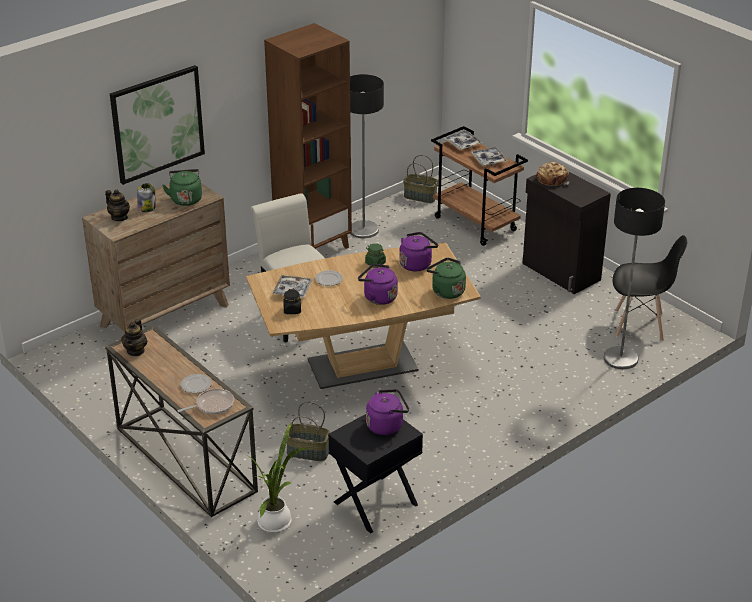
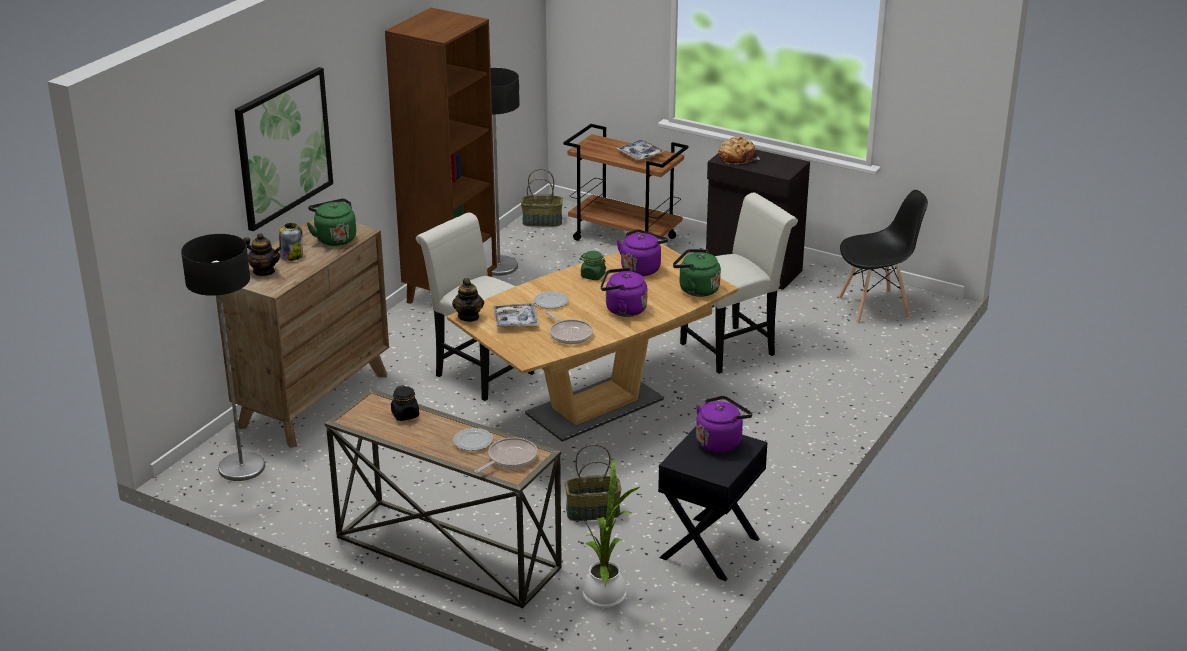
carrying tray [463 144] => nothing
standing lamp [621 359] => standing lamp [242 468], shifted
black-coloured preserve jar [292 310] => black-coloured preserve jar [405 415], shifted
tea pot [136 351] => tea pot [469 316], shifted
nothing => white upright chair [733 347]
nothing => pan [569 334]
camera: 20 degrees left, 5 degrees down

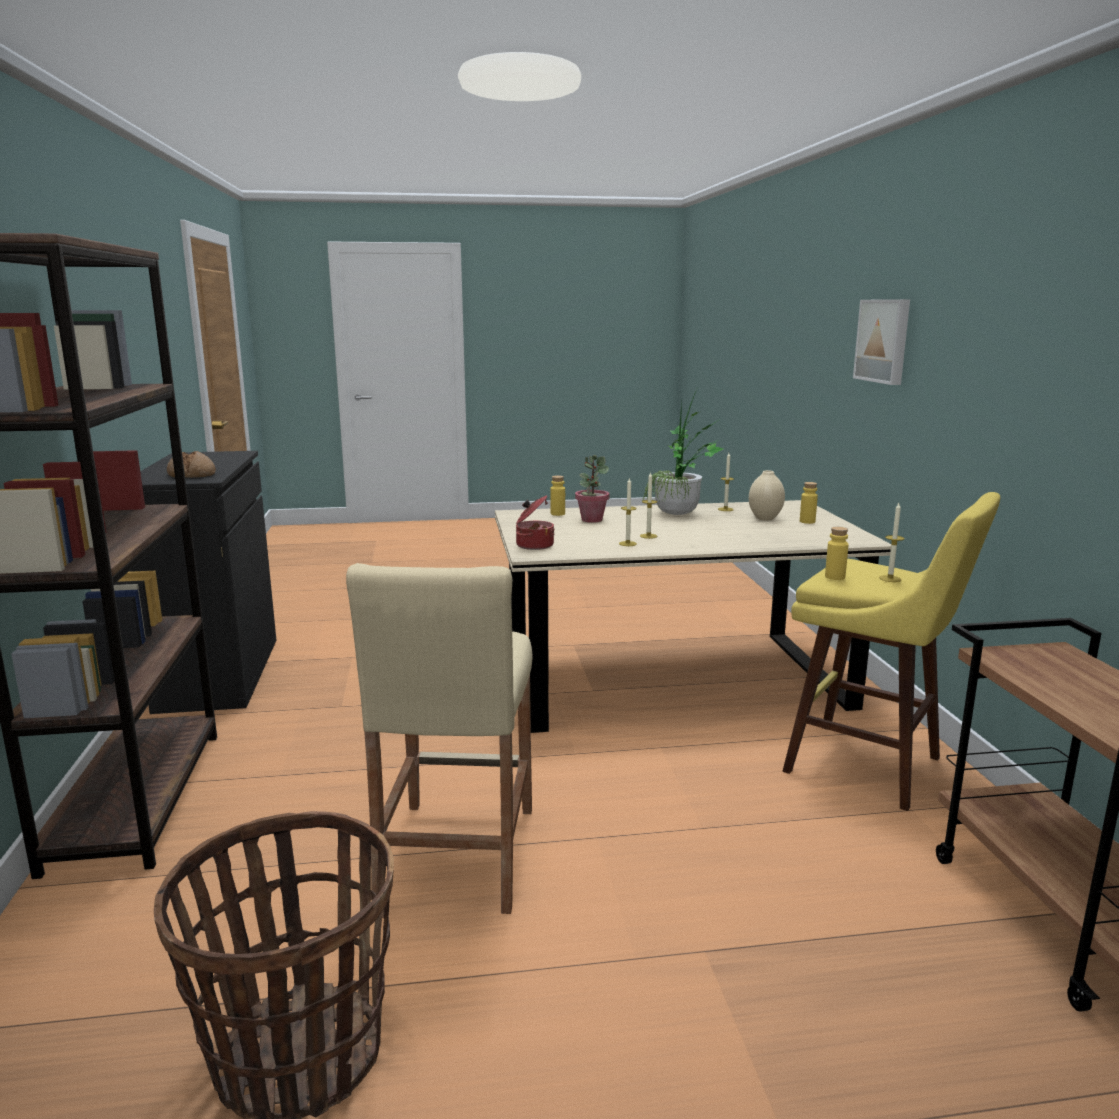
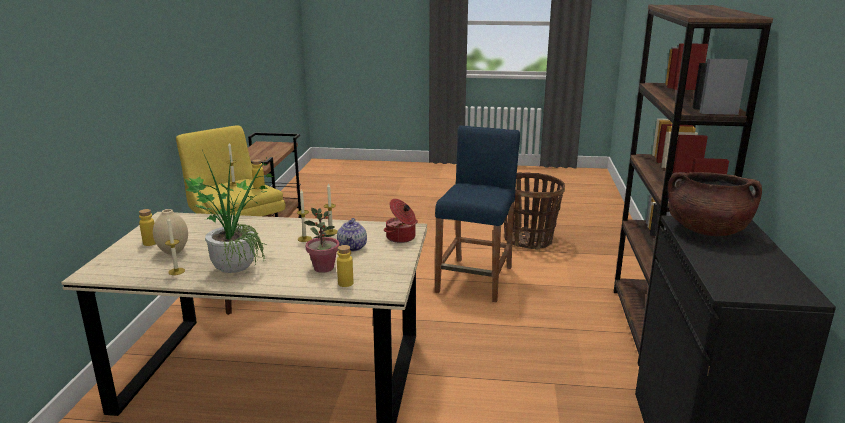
wall picture [884 341] => nothing
bread [192 475] => brown cooking pot [706 230]
sand-coloured stool [456 854] => blue-coloured stool [475 279]
nothing => tea pot [352 247]
camera: 165 degrees left, 5 degrees up

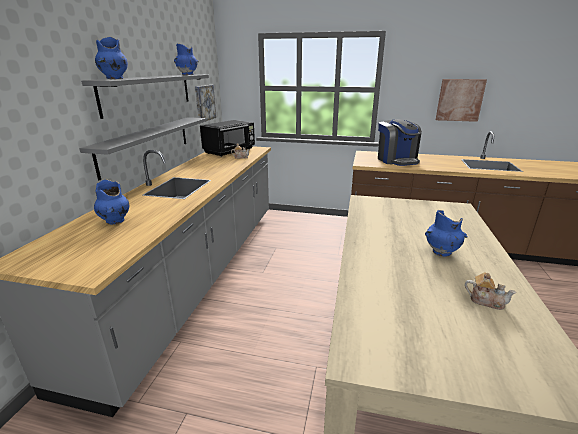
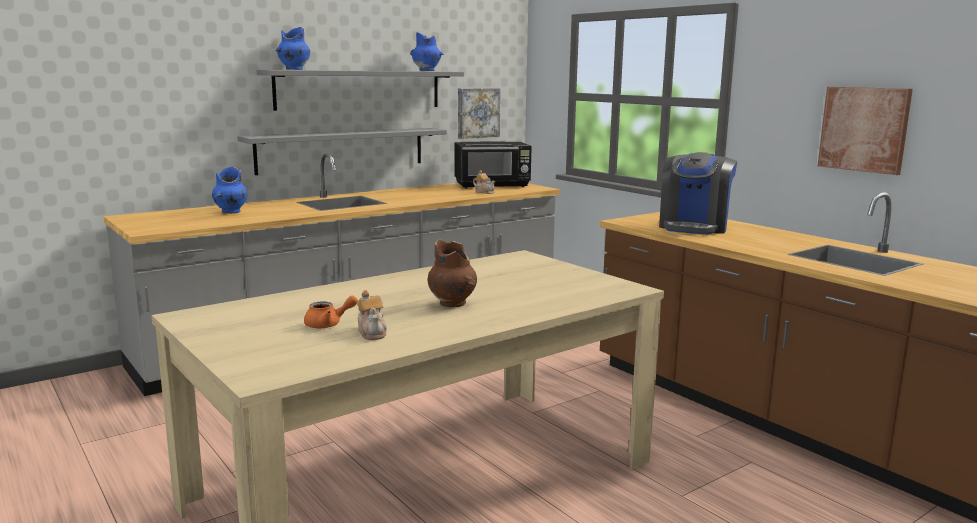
blue-coloured flower vase [442 252] => brown flower vase [453 304]
nothing => orangey tea pot [328 324]
camera: 40 degrees right, 10 degrees down

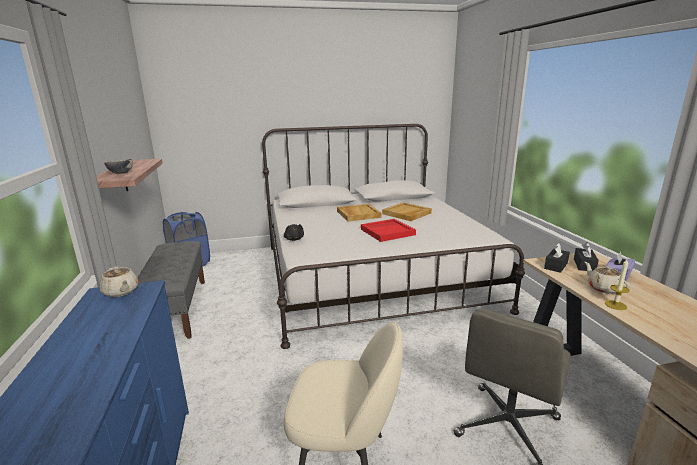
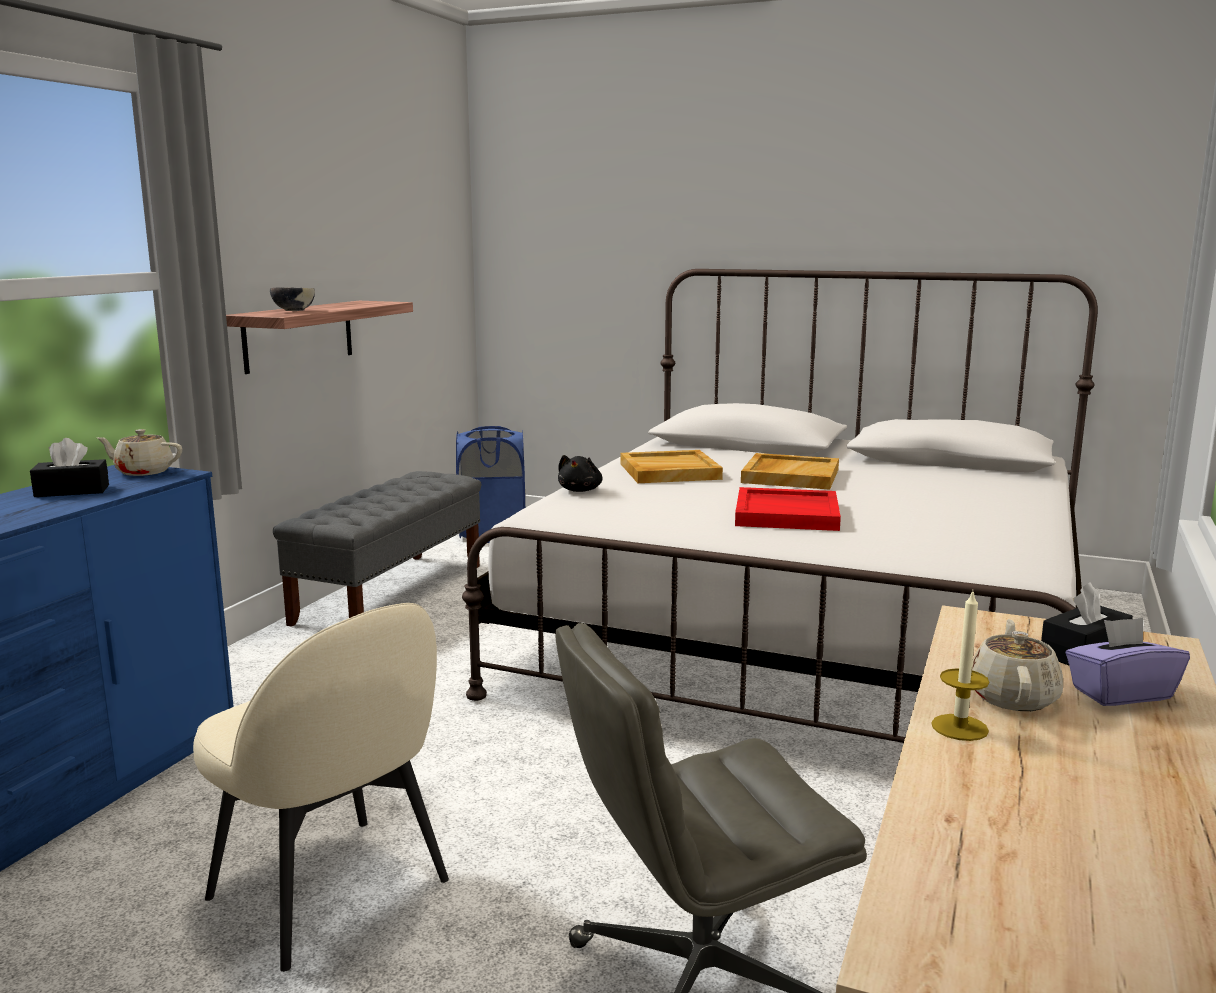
sand-coloured carrying tray [406 213] => sand-coloured carrying tray [669 471], shifted
black-coloured tissue box [556 266] => black-coloured tissue box [72 491], shifted
sand-coloured tea pot [121 292] => sand-coloured tea pot [143 472], 105 degrees clockwise
camera: 35 degrees right, 5 degrees down

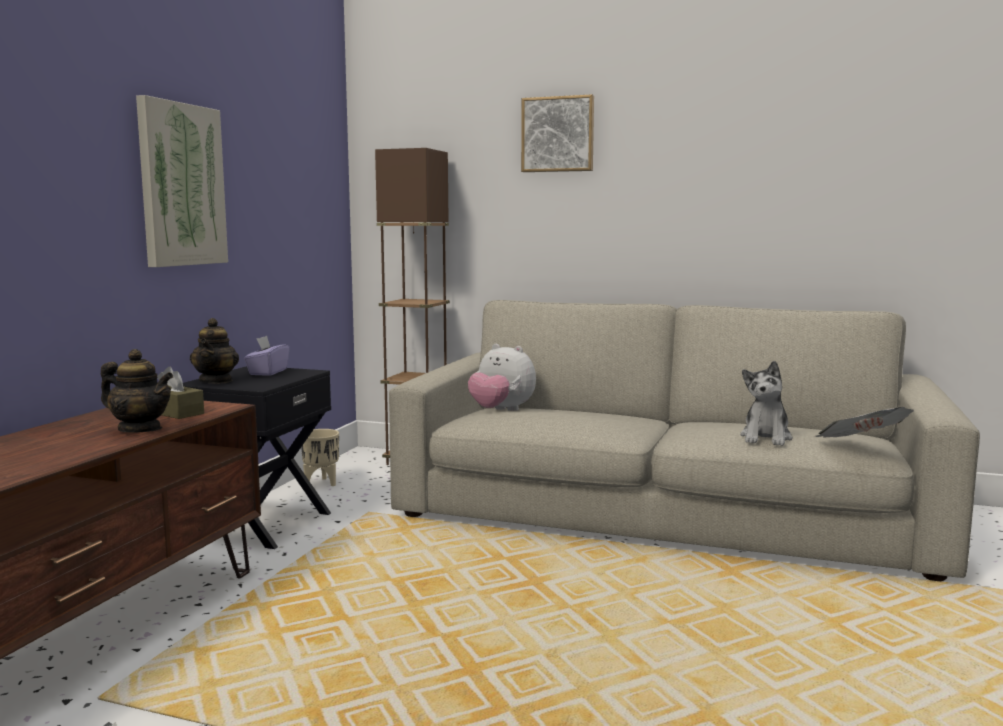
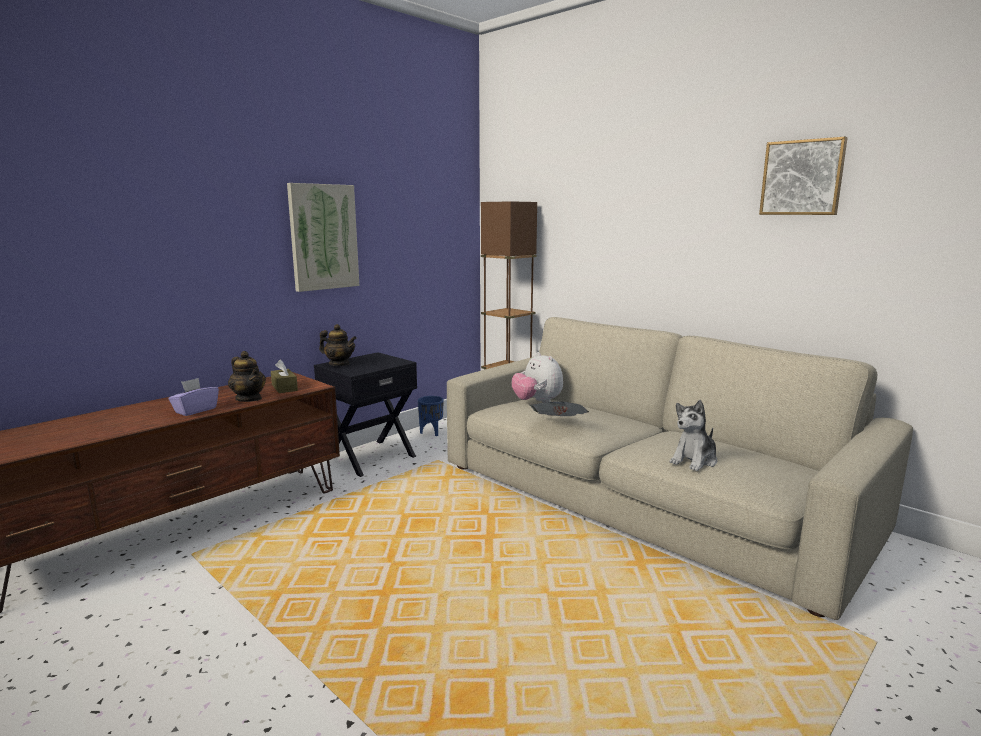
wall picture [558 134] => wall picture [802 178], shifted
tea pot [216 381] => tea pot [339 364], 90 degrees counterclockwise
purple tissue box [267 372] => purple tissue box [195 410], shifted
printed paper [860 447] => printed paper [559 425], shifted
sand-coloured planter [322 483] => blue-coloured planter [431 432]
camera: 25 degrees right, 5 degrees up

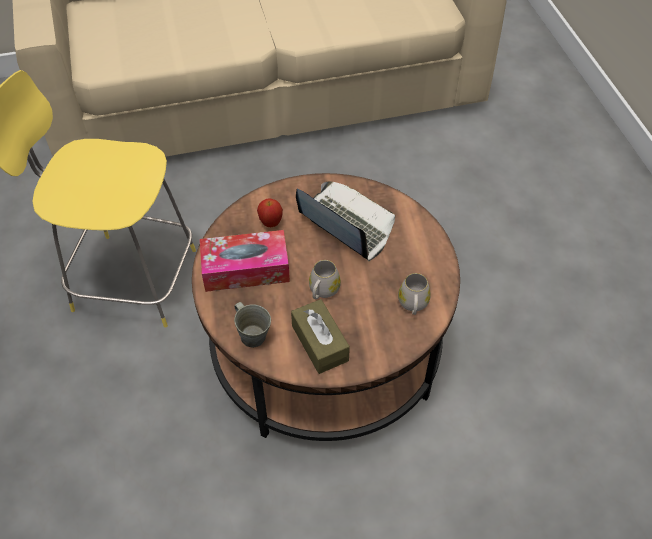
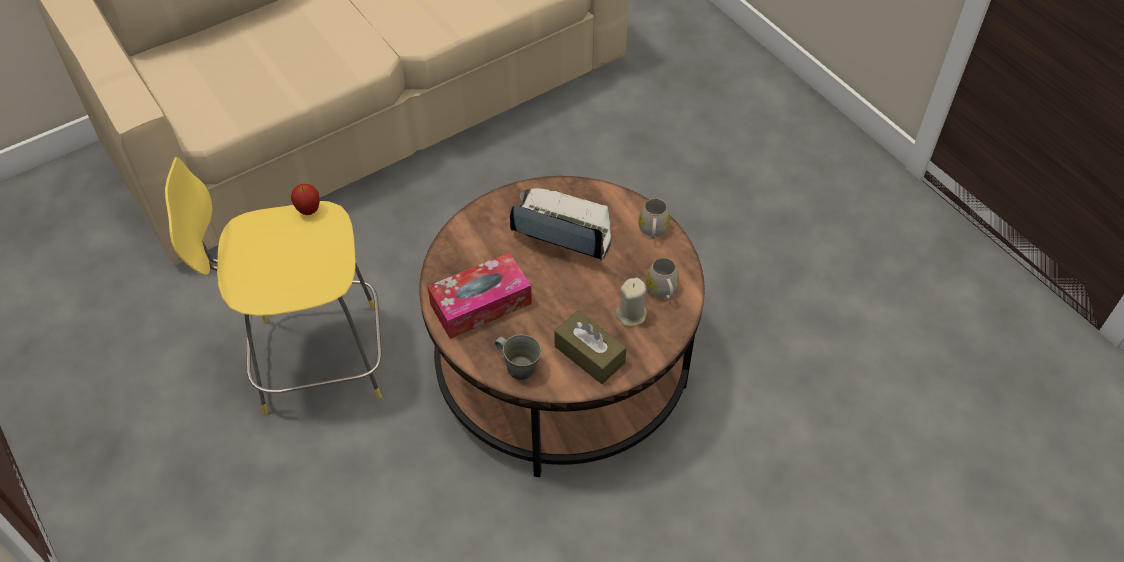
apple fruit [270 223] => apple fruit [308 210], shifted
white mug [322 291] => white mug [653 231], shifted
nothing => sand-coloured wax light [631 314]
camera: 20 degrees left, 0 degrees up

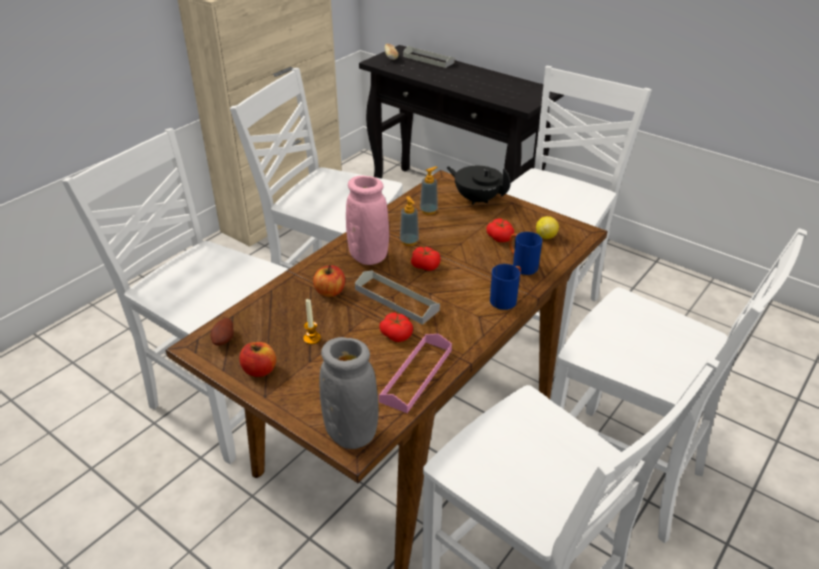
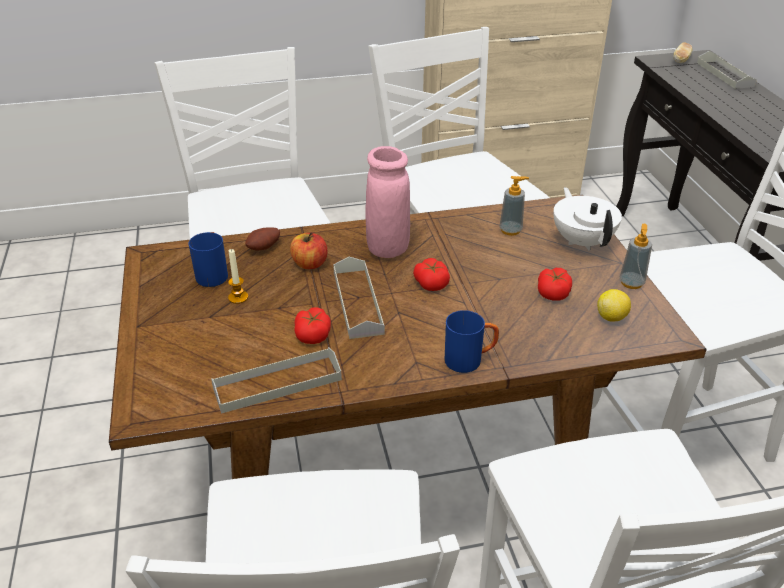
black-coloured tea pot [477 199] => white tea pot [582 241]
liquid soap bottle [409 241] => liquid soap bottle [631 283], shifted
blue-coloured mug [521 265] => blue-coloured mug [213 274], shifted
potato [224 340] => potato [264 248], shifted
pinkish carrying tray [416 375] => gray carrying tray [277 383]
gray flower vase [351 433] => nothing
apple fruit [259 370] => nothing
camera: 40 degrees right, 0 degrees up

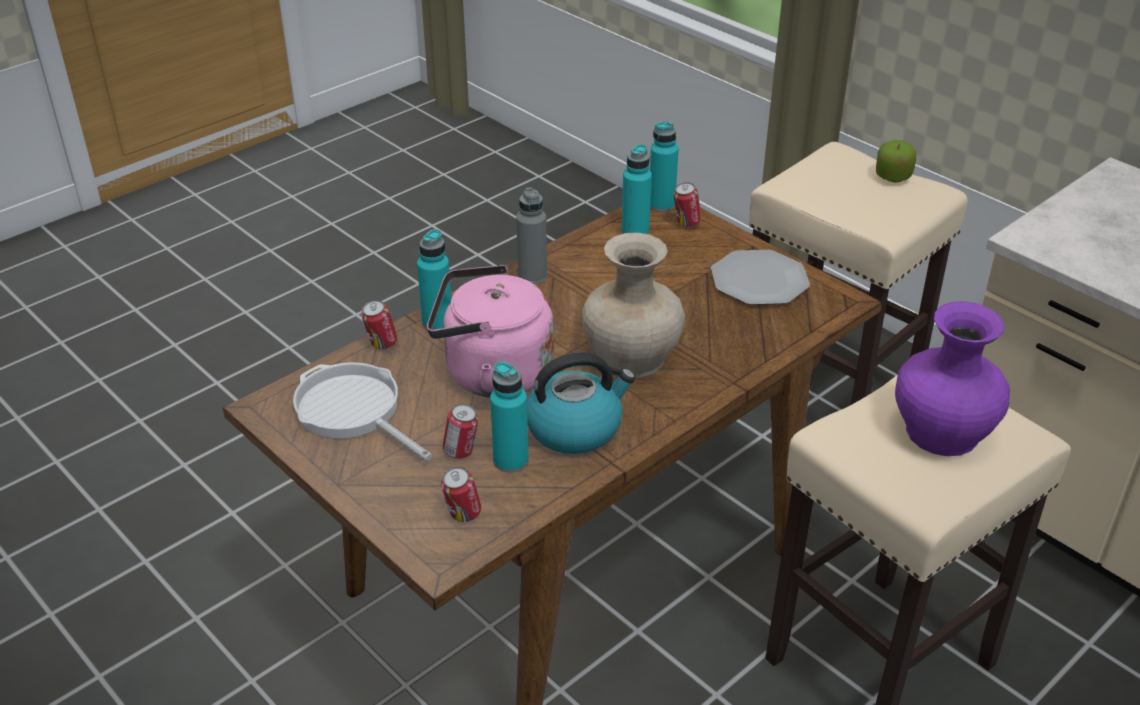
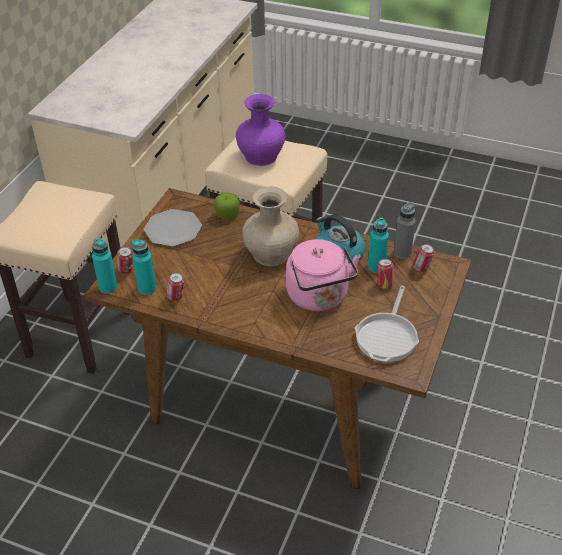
apple fruit [893 176] => apple fruit [227 215], shifted
gray beverage bottle [532 276] => gray beverage bottle [402 253], shifted
blue-green beverage bottle [437 323] => nothing
sealed can [381 345] => sealed can [176 297], shifted
camera: 115 degrees left, 5 degrees up

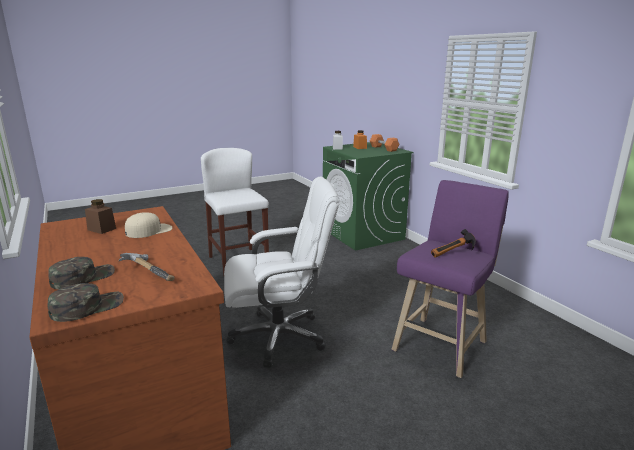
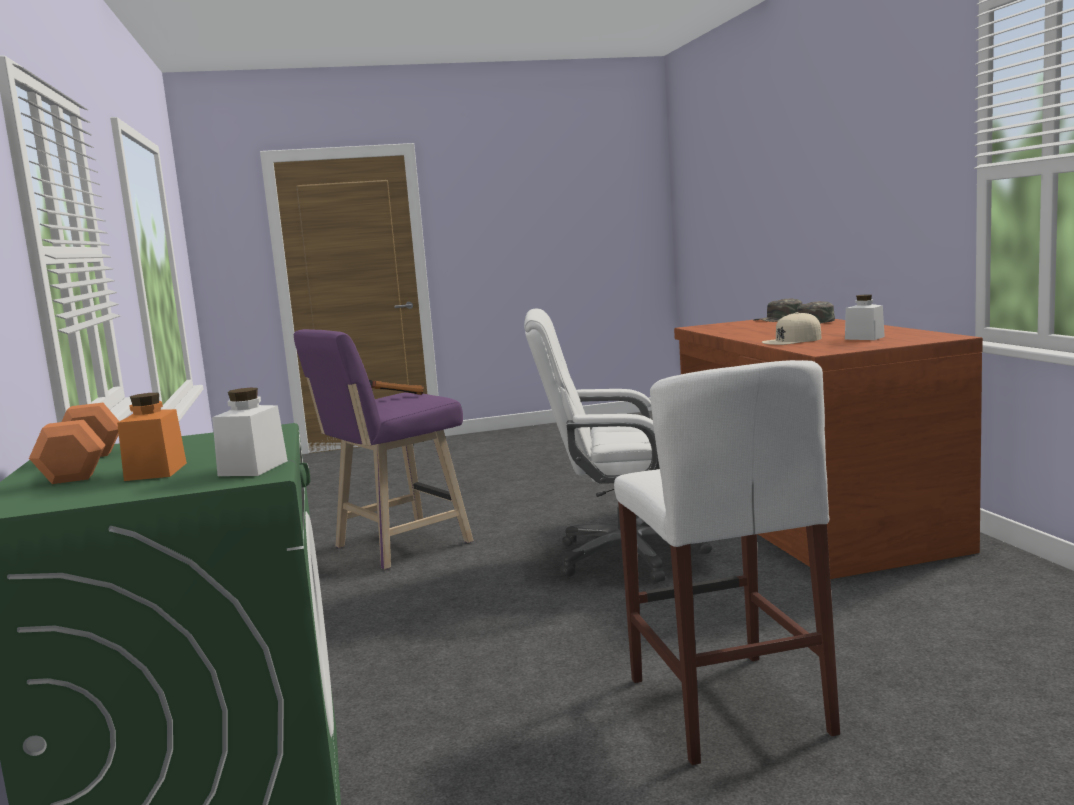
brown preserve jar [102 229] => white preserve jar [864 338]
hand hammer [151 272] => nothing
camera: 165 degrees left, 10 degrees down

